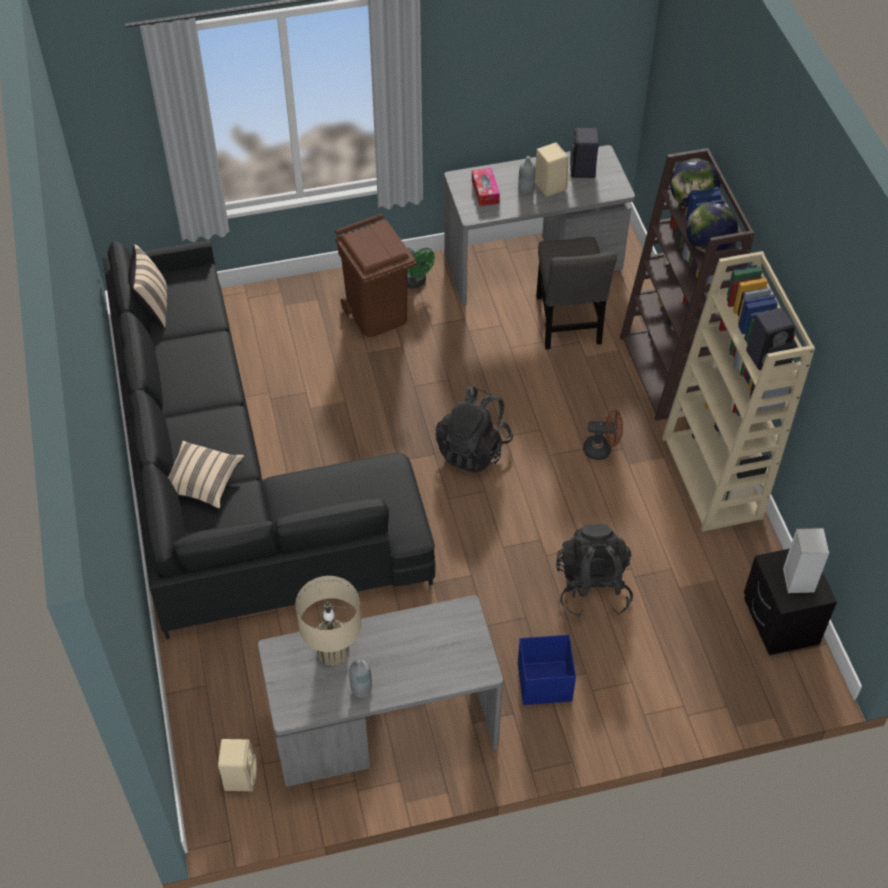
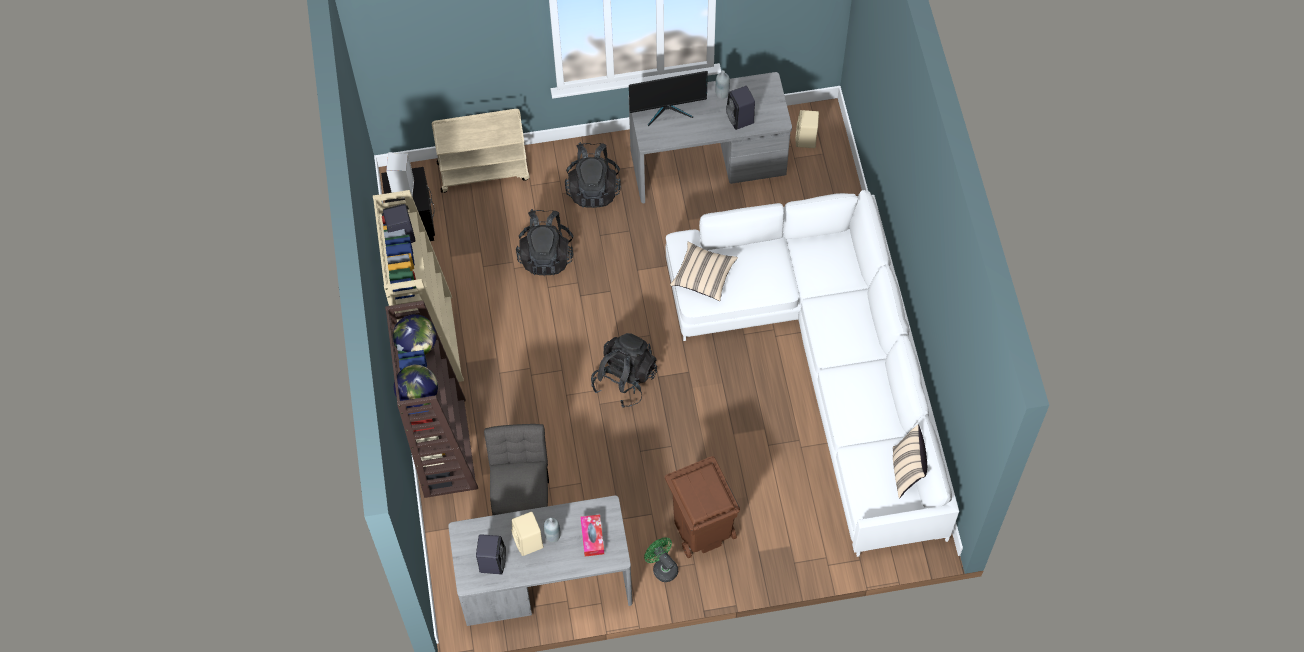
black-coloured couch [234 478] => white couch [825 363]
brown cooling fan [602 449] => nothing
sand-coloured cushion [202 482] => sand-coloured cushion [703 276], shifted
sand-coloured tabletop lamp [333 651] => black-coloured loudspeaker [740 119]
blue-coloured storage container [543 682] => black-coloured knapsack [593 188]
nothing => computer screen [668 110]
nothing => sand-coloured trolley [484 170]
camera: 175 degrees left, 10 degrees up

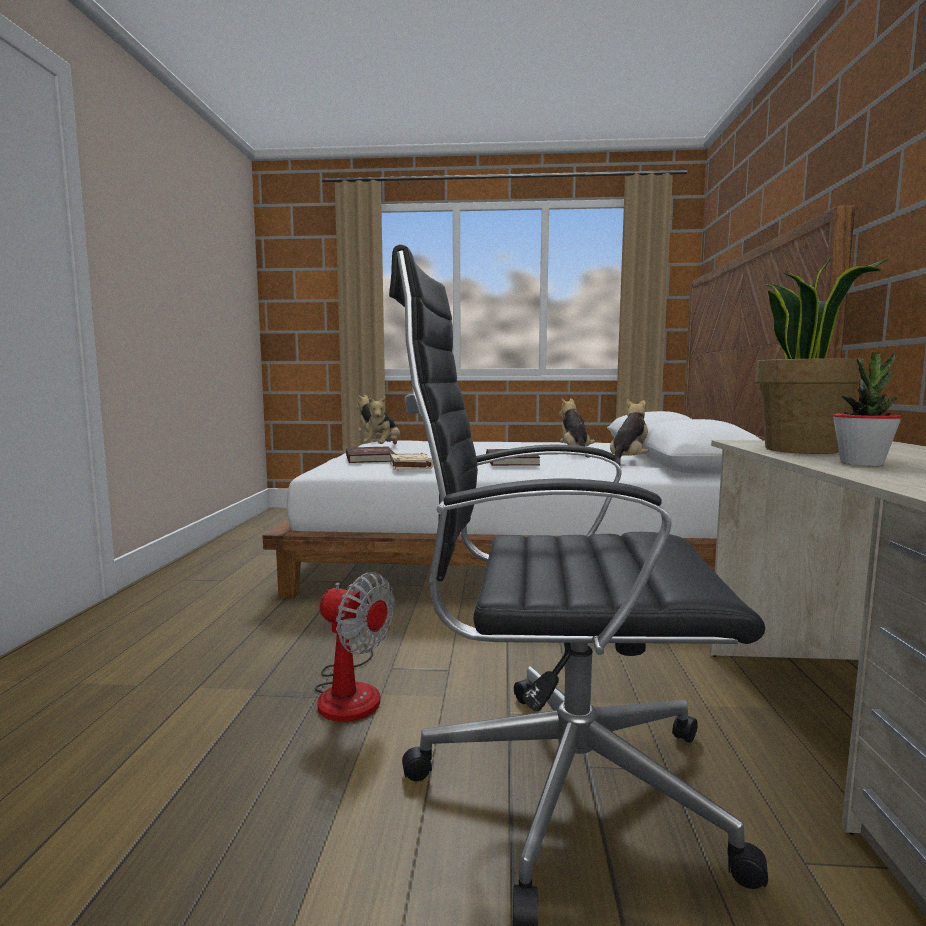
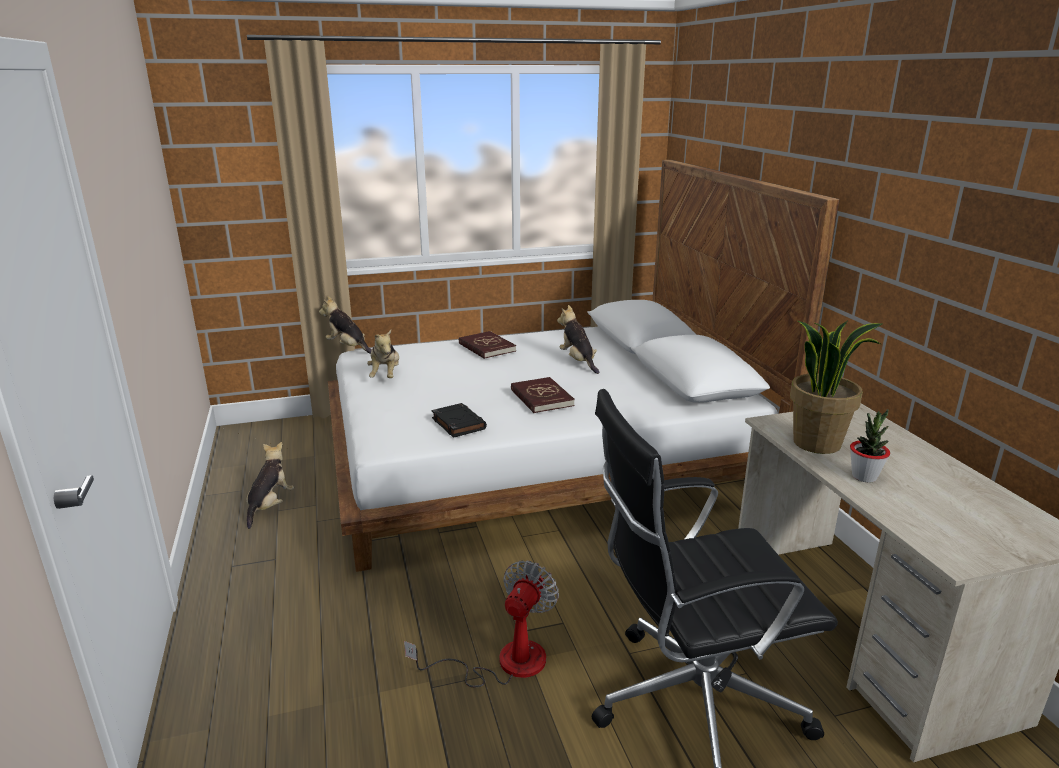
plush toy [629 462] => plush toy [270 506], shifted
red-coloured volume [369 458] => red-coloured volume [486 347], shifted
sand-coloured volume [410 466] => black-coloured volume [458 423]
cooling fan [350 690] => cooling fan [504 662], 75 degrees counterclockwise
camera: 20 degrees left, 15 degrees up

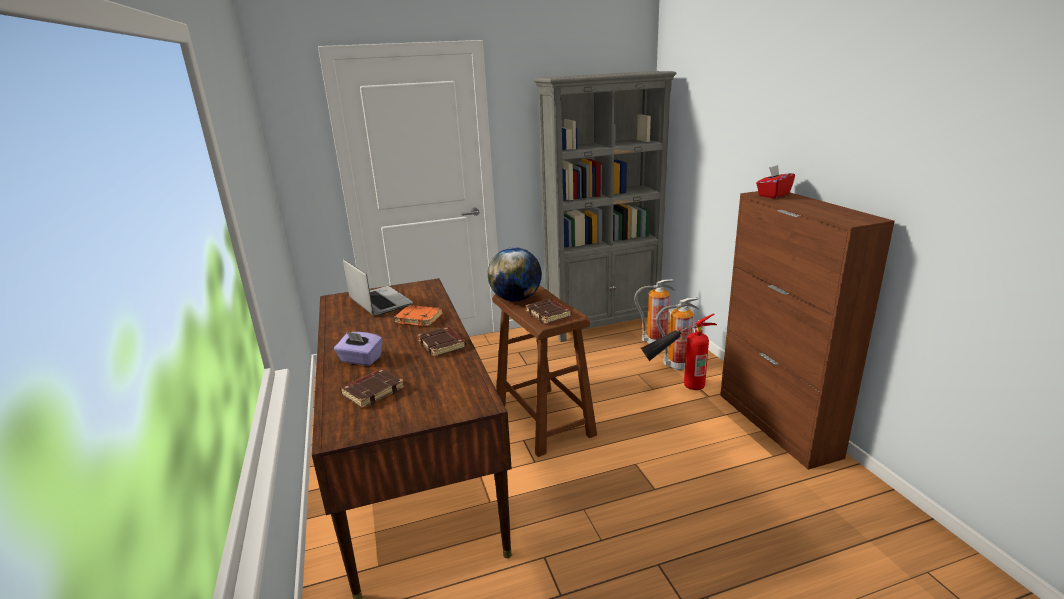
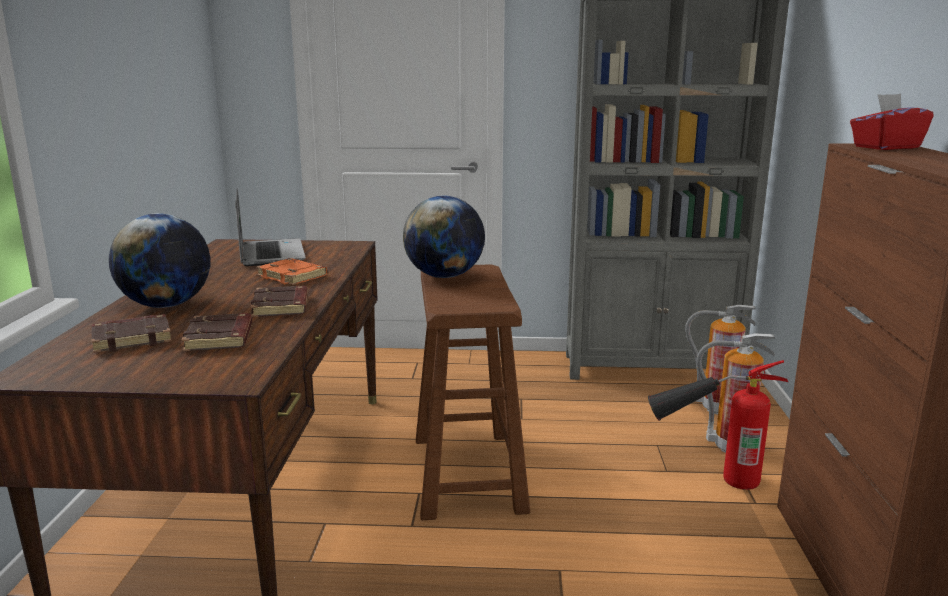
brown volume [549 314] => brown volume [220 338], shifted
purple tissue box [360 360] => world globe [166 305]
camera: 20 degrees right, 5 degrees down

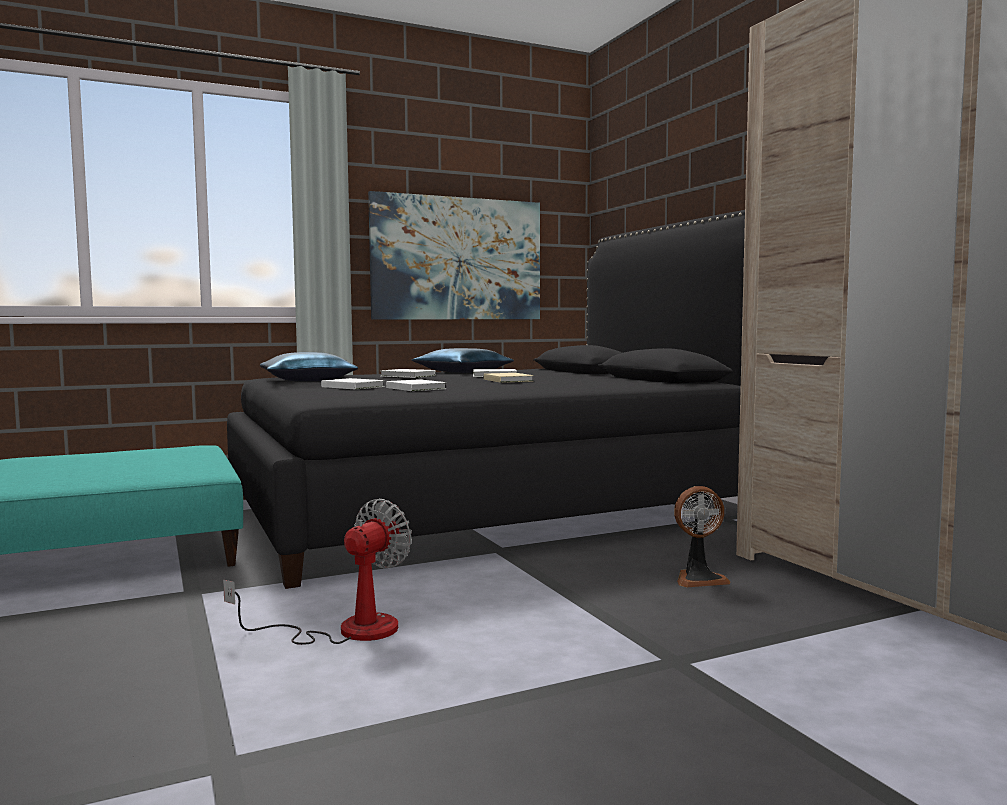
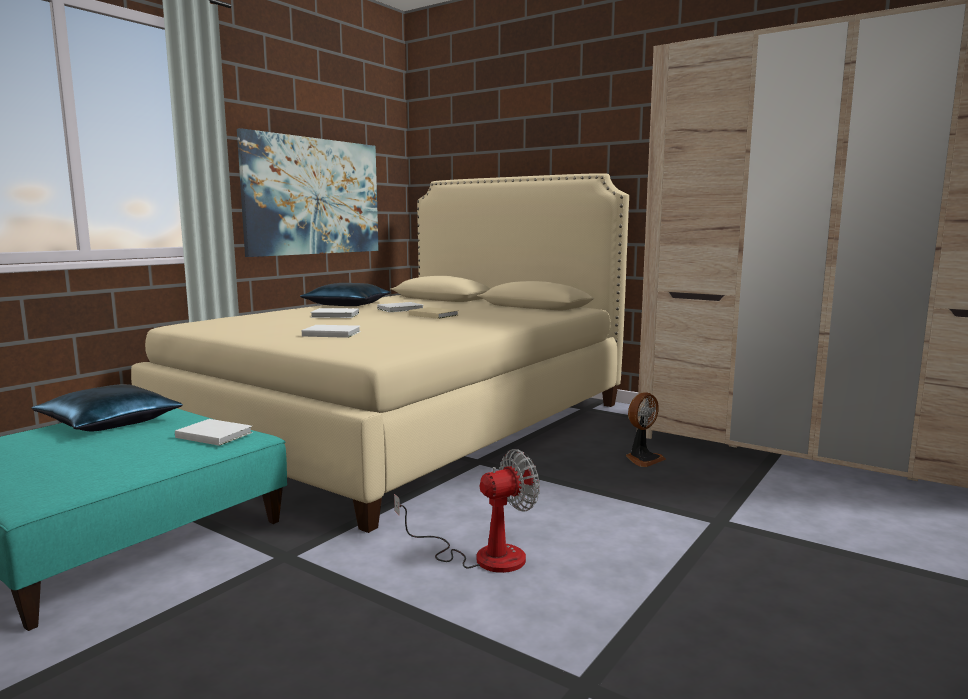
black-coloured bedroom bed [488 508] => sand-coloured bedroom bed [408 425]
blue-coloured cushion [308 380] => blue-coloured cushion [110 422], shifted
white volume [415 388] => white volume [213 434], shifted
cooling fan [346 630] => cooling fan [482 556], 60 degrees clockwise
camera: 30 degrees left, 5 degrees up

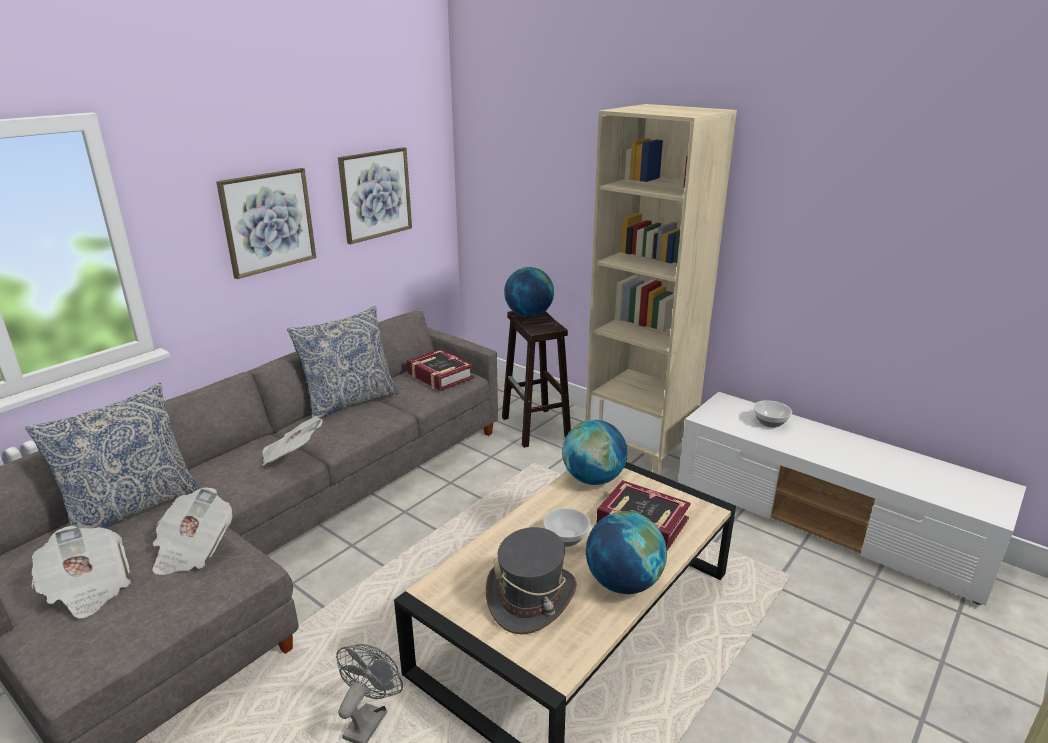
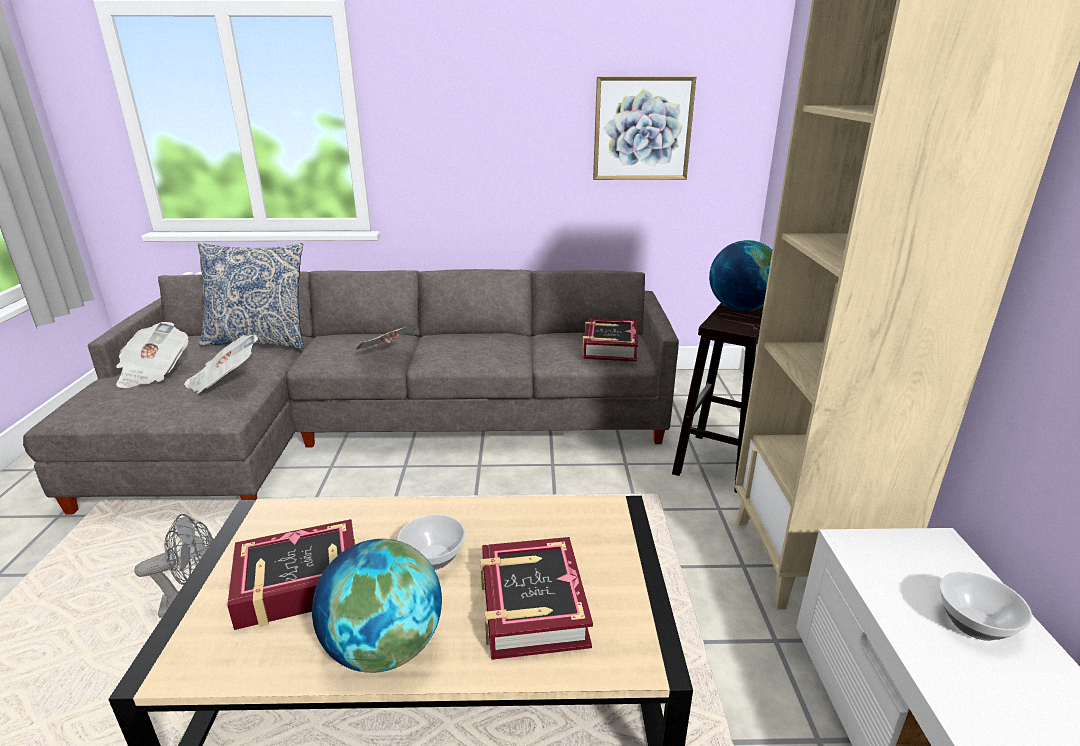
wall picture [268 222] => nothing
cushion [349 401] => nothing
world globe [593 479] => nothing
gray wearable hat [531 597] => volume [299 583]
camera: 50 degrees right, 0 degrees up

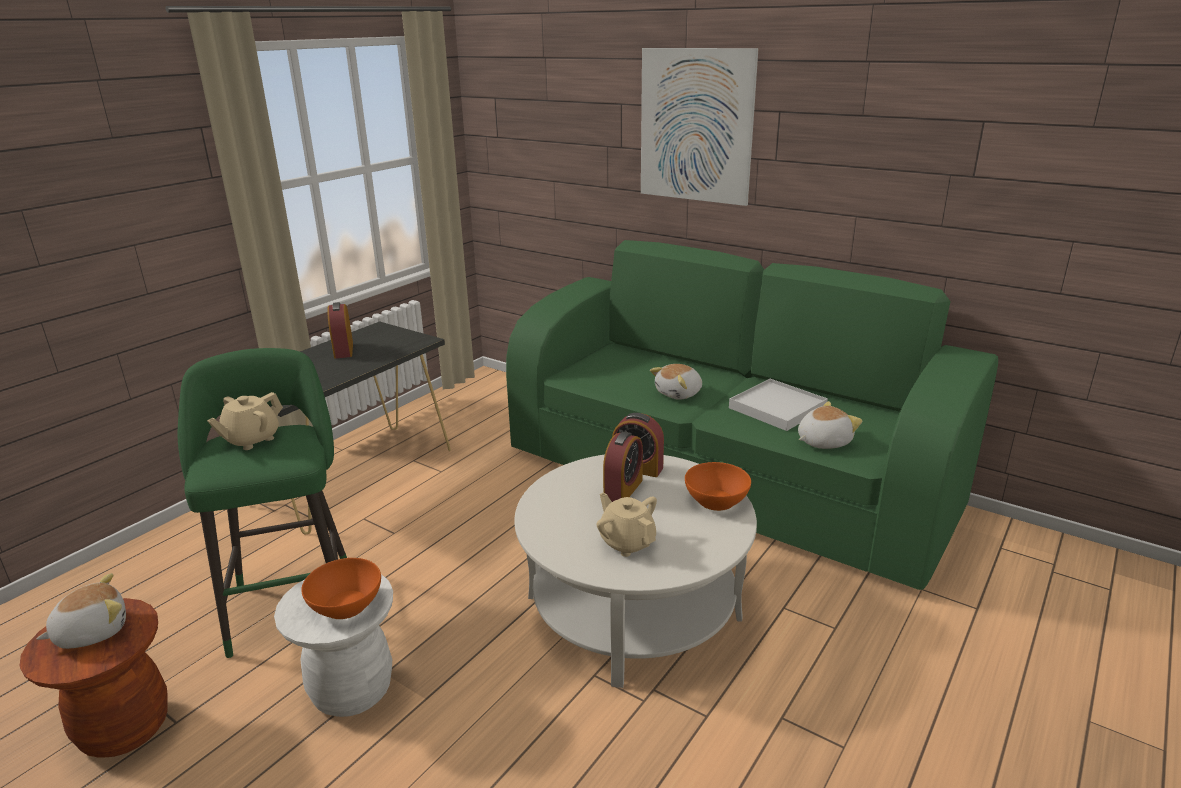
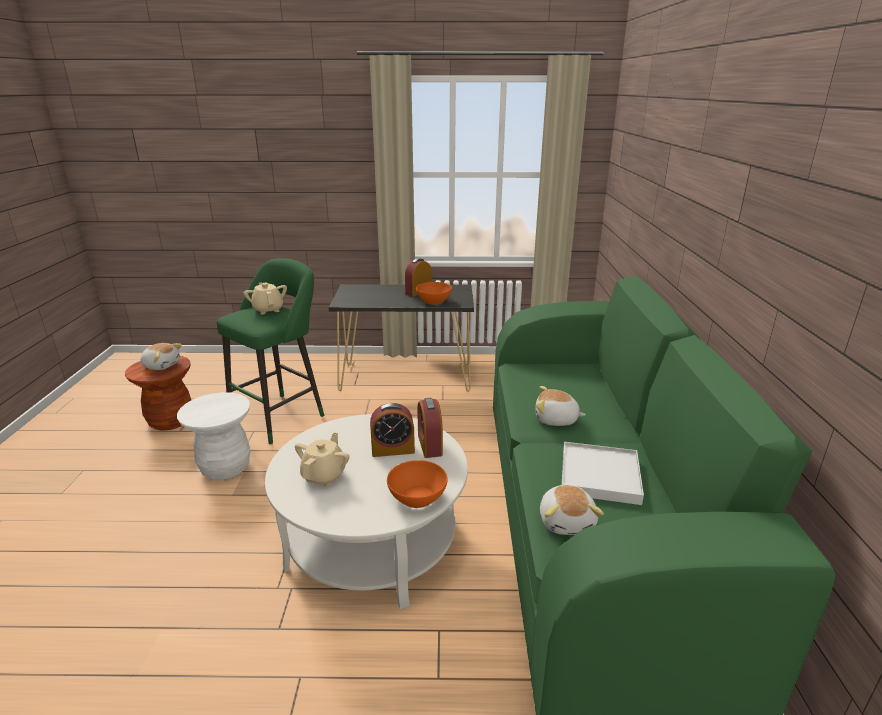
wall picture [696 126] => nothing
sand-coloured tea pot [251 440] => sand-coloured tea pot [268 310], 60 degrees clockwise
plush toy [822 441] => plush toy [567 521], 60 degrees clockwise
orangey deep dish [345 604] => orangey deep dish [434 301], shifted
camera: 55 degrees right, 0 degrees up

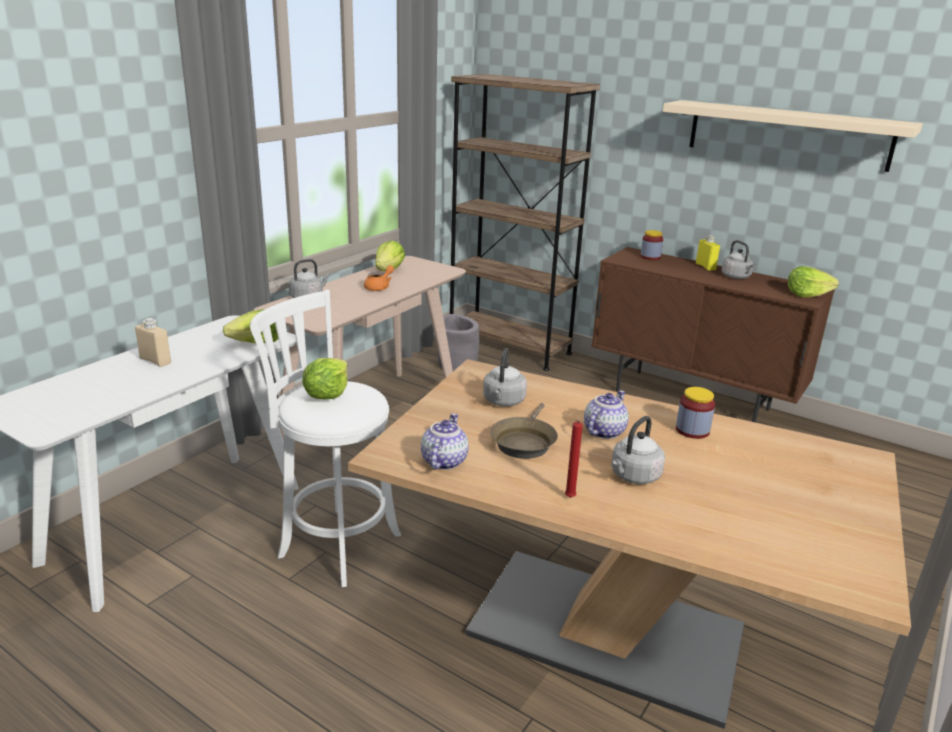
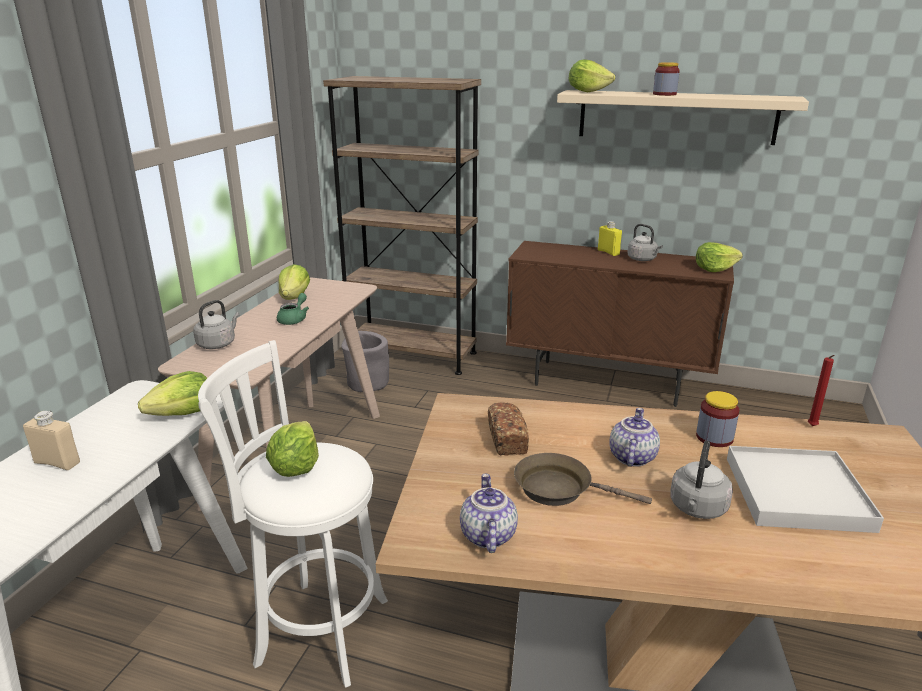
preserve jar [650 257] => preserve jar [664 94], shifted
orangey tea pot [379 287] => greenish tea pot [294 319]
gray tea kettle [503 402] => bread [507 440]
brown pan [524 442] => brown pan [559 489], 105 degrees clockwise
red-coloured wax light [569 498] => red-coloured wax light [812 427], shifted
nothing => head of lettuce [588 91]
nothing => white carrying tray [797 493]
camera: 15 degrees left, 0 degrees up

